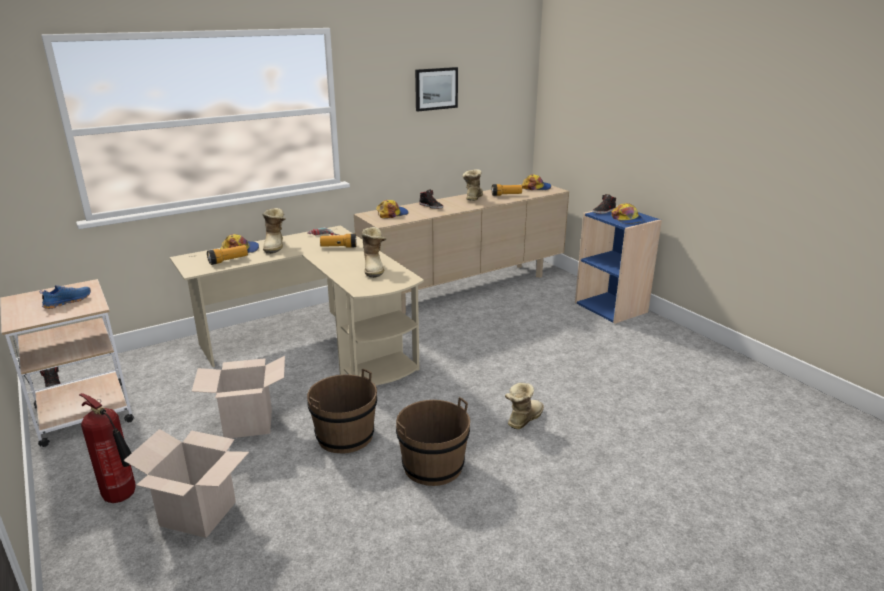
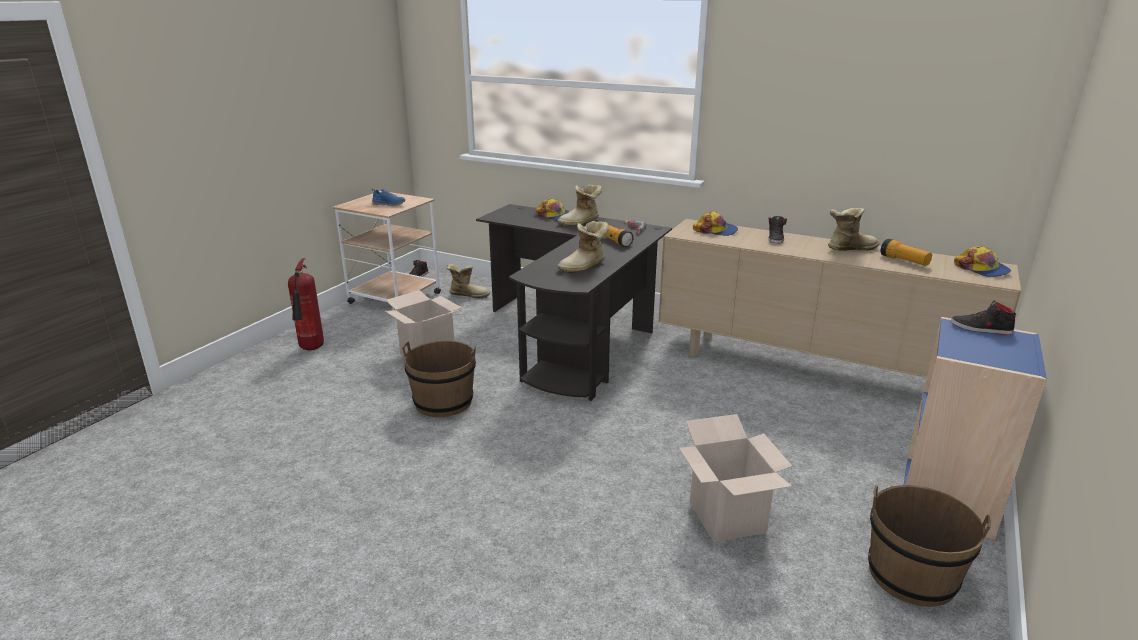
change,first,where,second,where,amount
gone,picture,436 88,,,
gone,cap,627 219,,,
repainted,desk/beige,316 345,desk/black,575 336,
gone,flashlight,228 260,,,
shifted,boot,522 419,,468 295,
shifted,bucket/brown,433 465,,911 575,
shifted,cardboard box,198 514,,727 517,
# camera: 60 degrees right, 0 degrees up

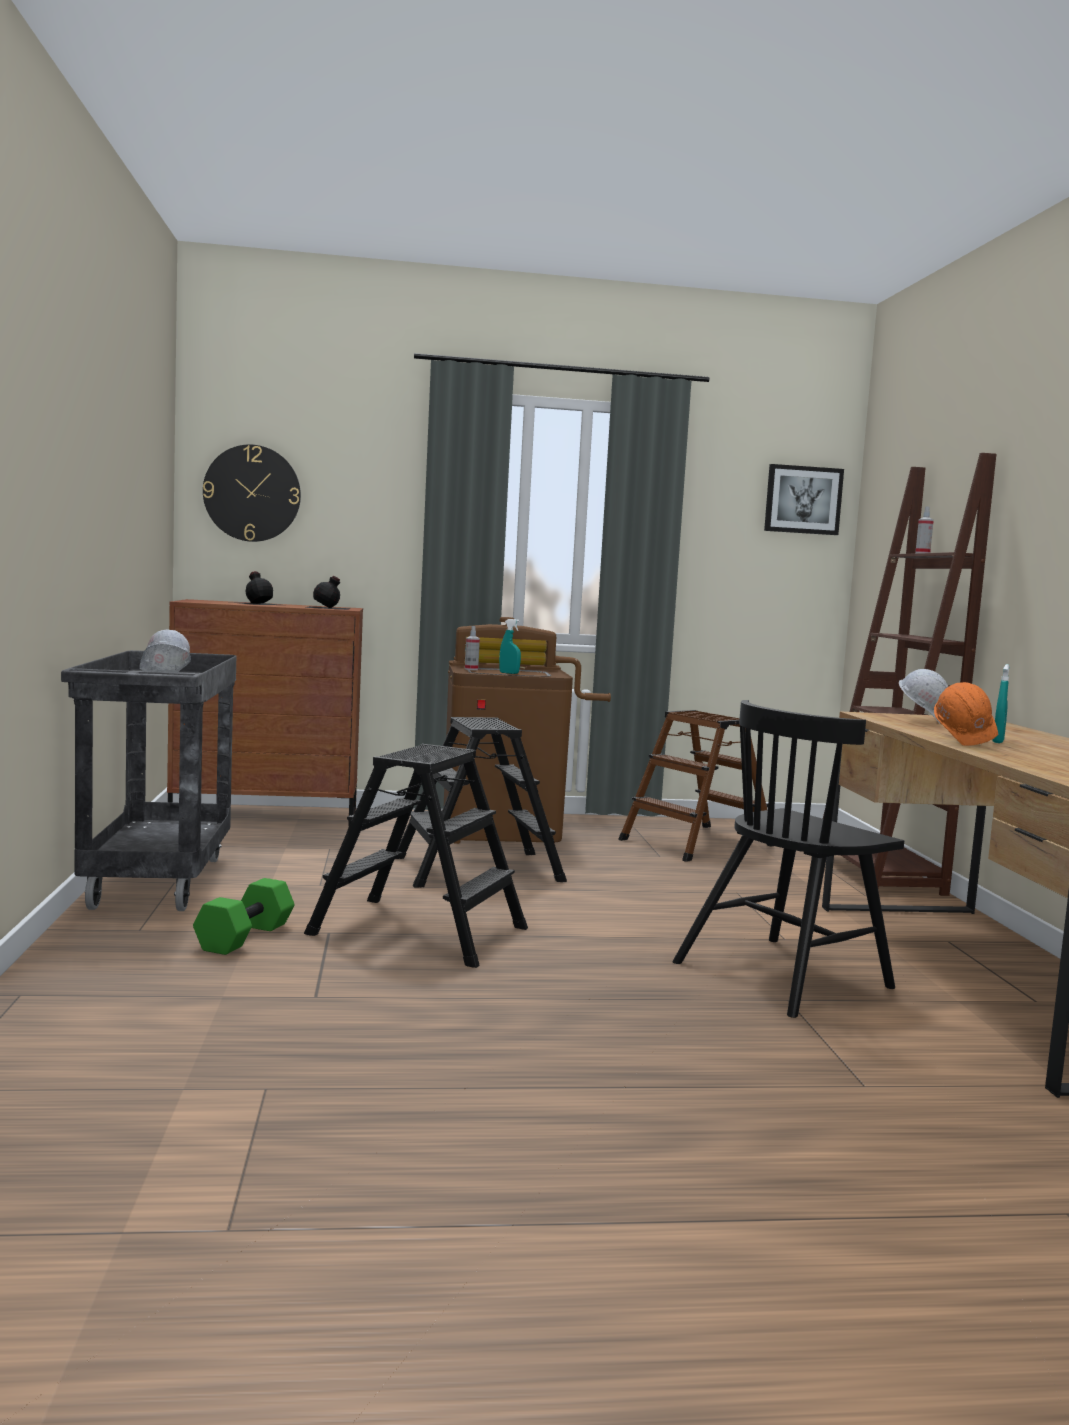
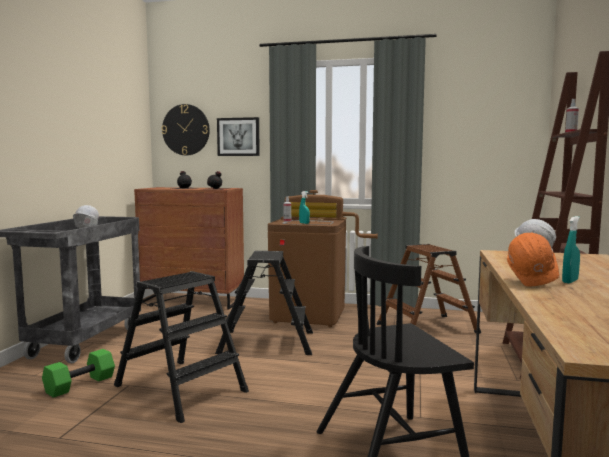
change,first,where,second,where,amount
shifted,picture,803 500,,238 137,
# camera: 20 degrees right, 0 degrees up

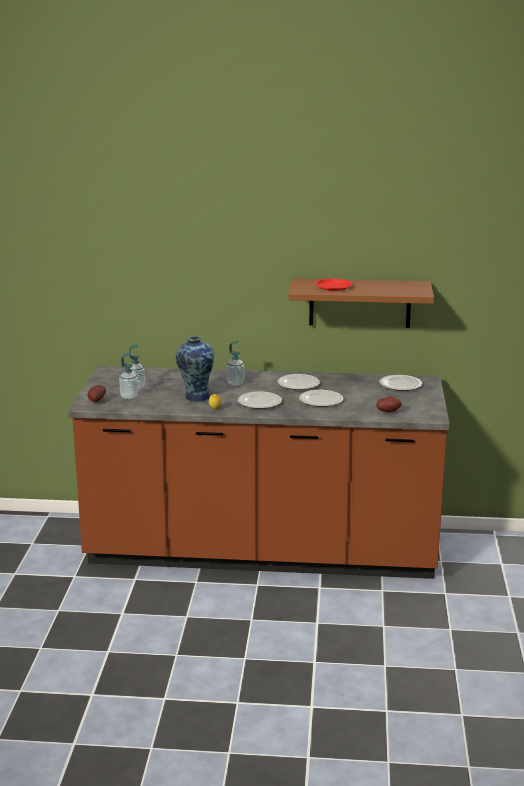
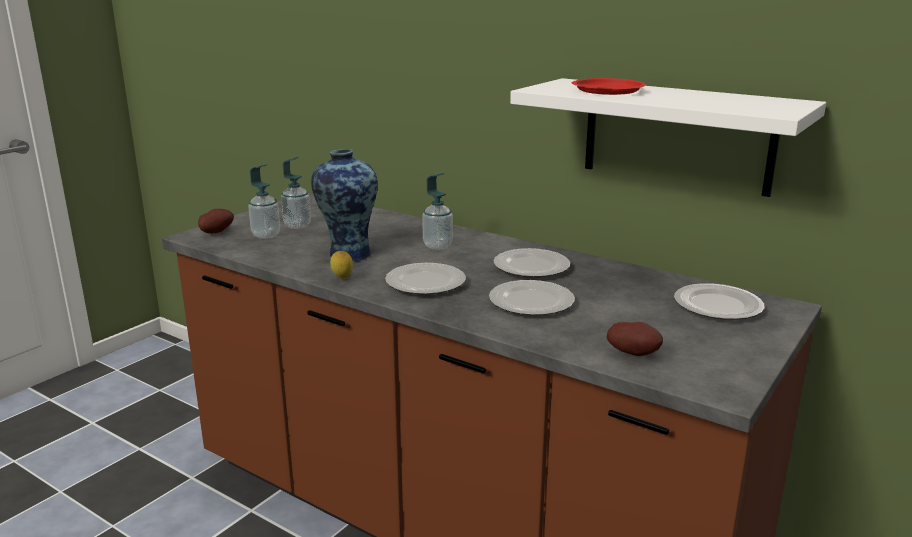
change,first,where,second,where,amount
repainted,shelf/brown,360 303,shelf/white,677 136,
# camera: 30 degrees right, 0 degrees up

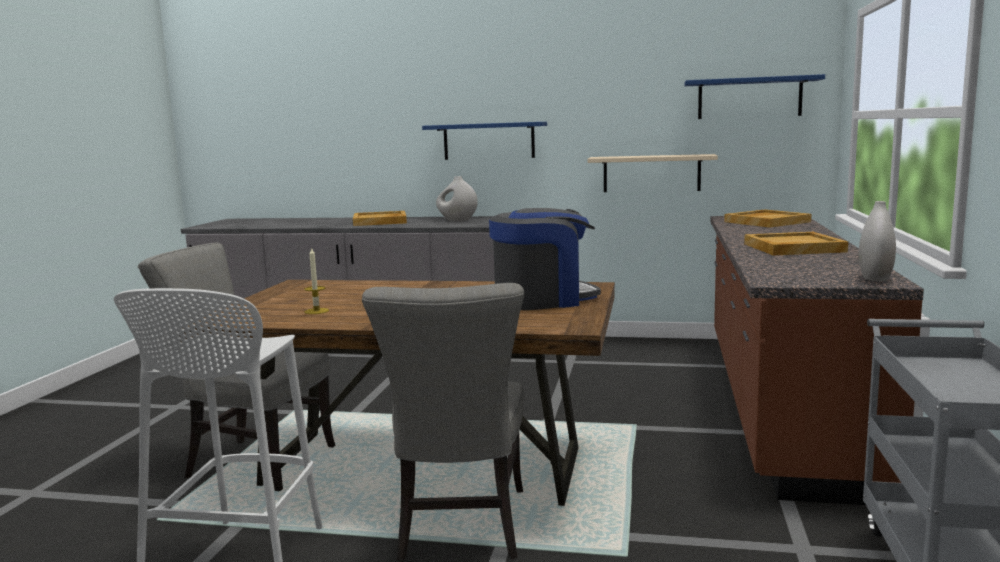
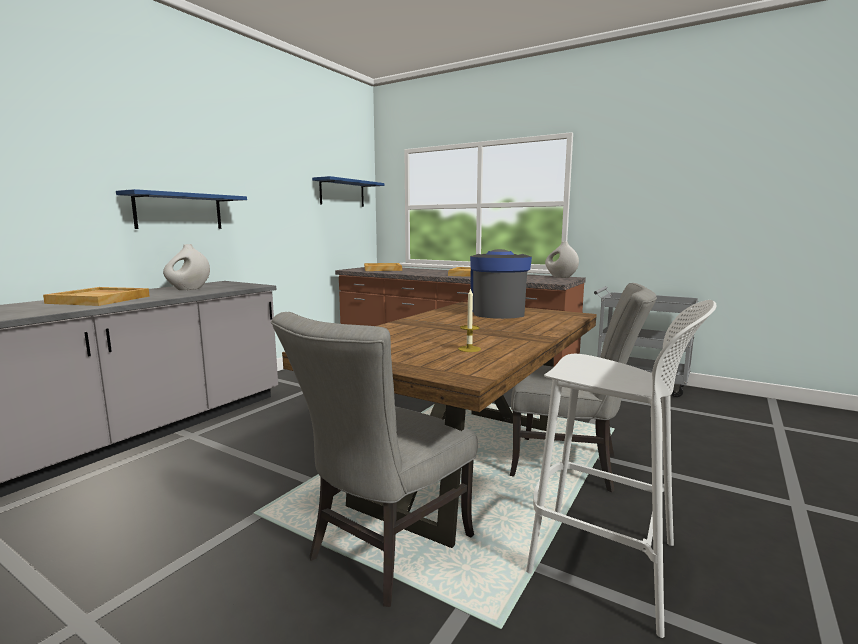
change,first,where,second,where,amount
gone,shelf/beige,651 173,,,
# camera: 70 degrees left, 0 degrees up

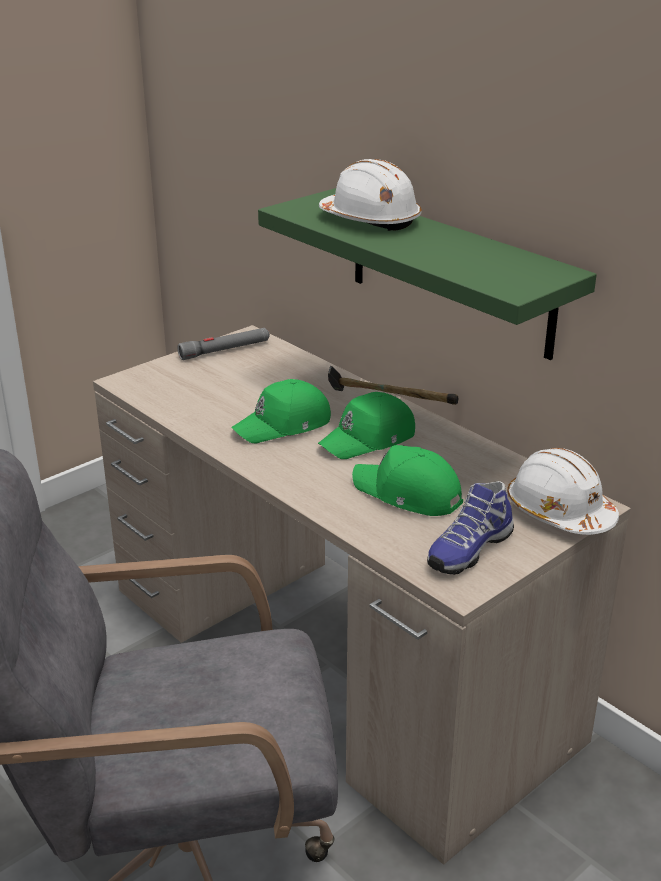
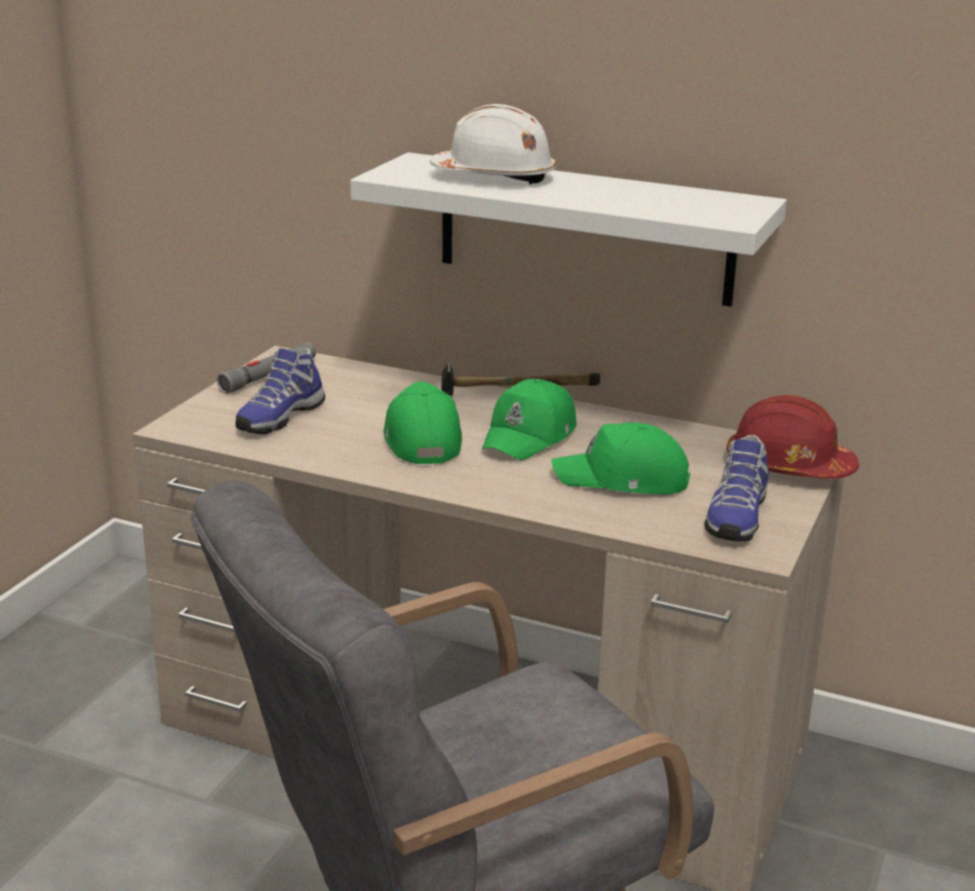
change,first,where,second,where,amount
repainted,shelf/green,450 272,shelf/white,585 229,
rotated,cap/green,284 425,,421 439,135 degrees clockwise
repainted,hard hat/white,559 512,hard hat/red,788 467,
new,,,shoe,279 417,
# camera: 25 degrees left, 5 degrees down

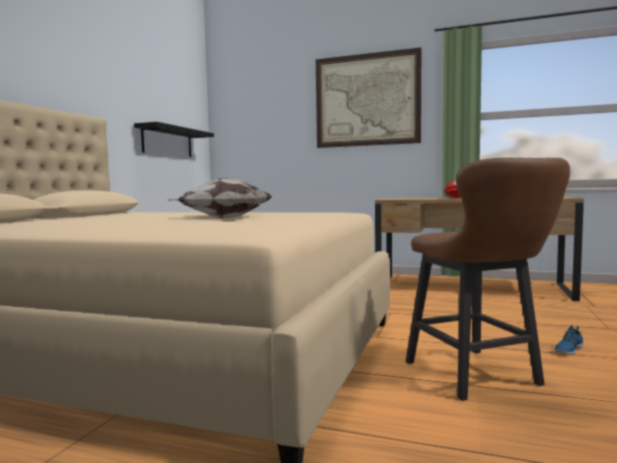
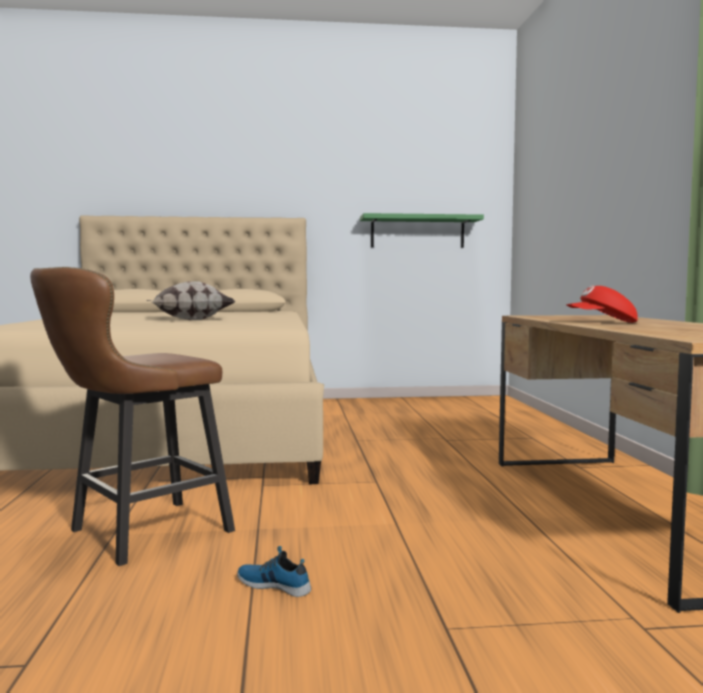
change,first,where,second,where,amount
gone,picture,367 100,,,
repainted,shelf/black,167 142,shelf/green,417 232,
# camera: 65 degrees right, 0 degrees up

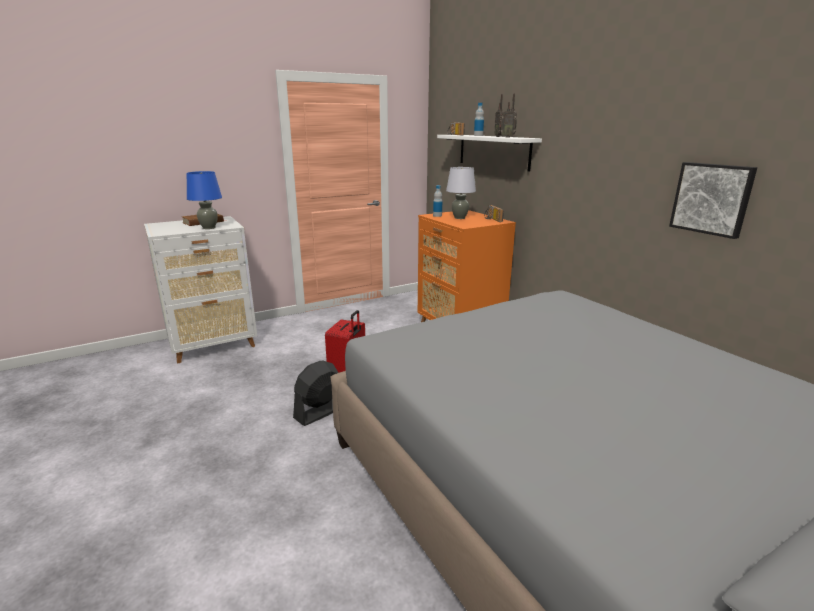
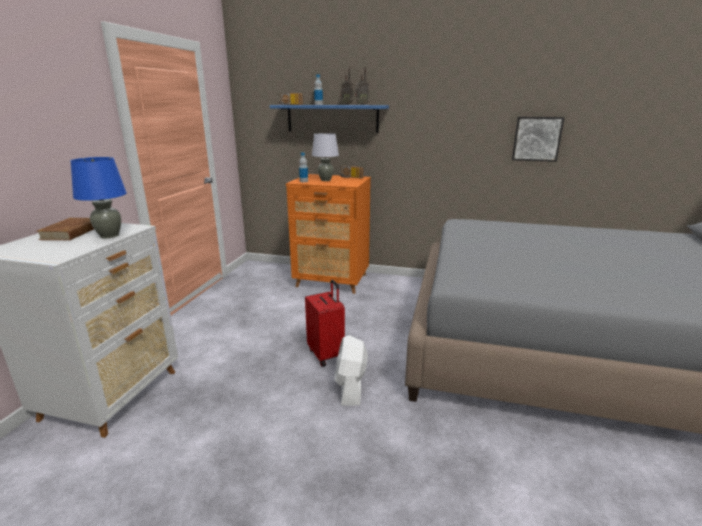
change,first,where,second,where,amount
repainted,shelf/white,493 151,shelf/blue,332 118,
repainted,fan/black,321 411,fan/white,350 387,
# camera: 45 degrees left, 0 degrees up

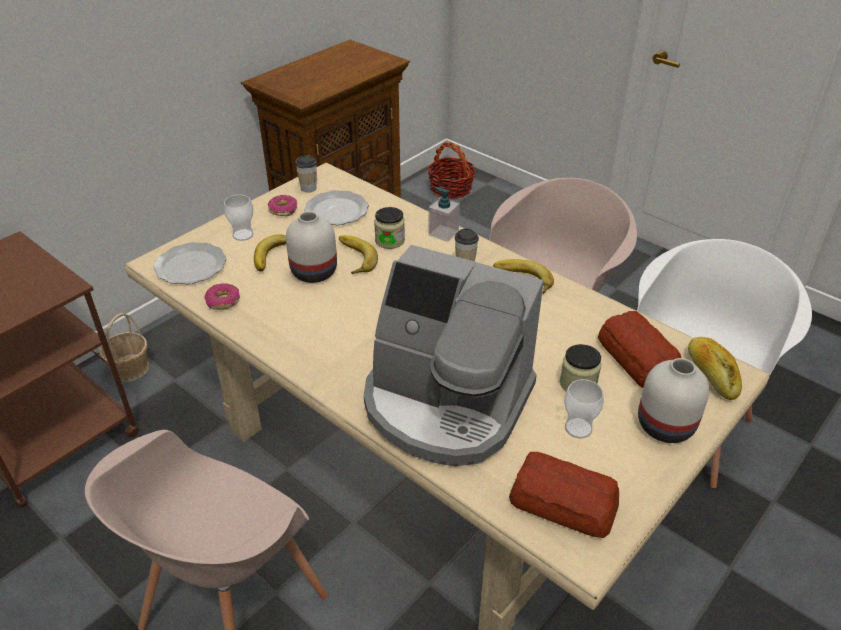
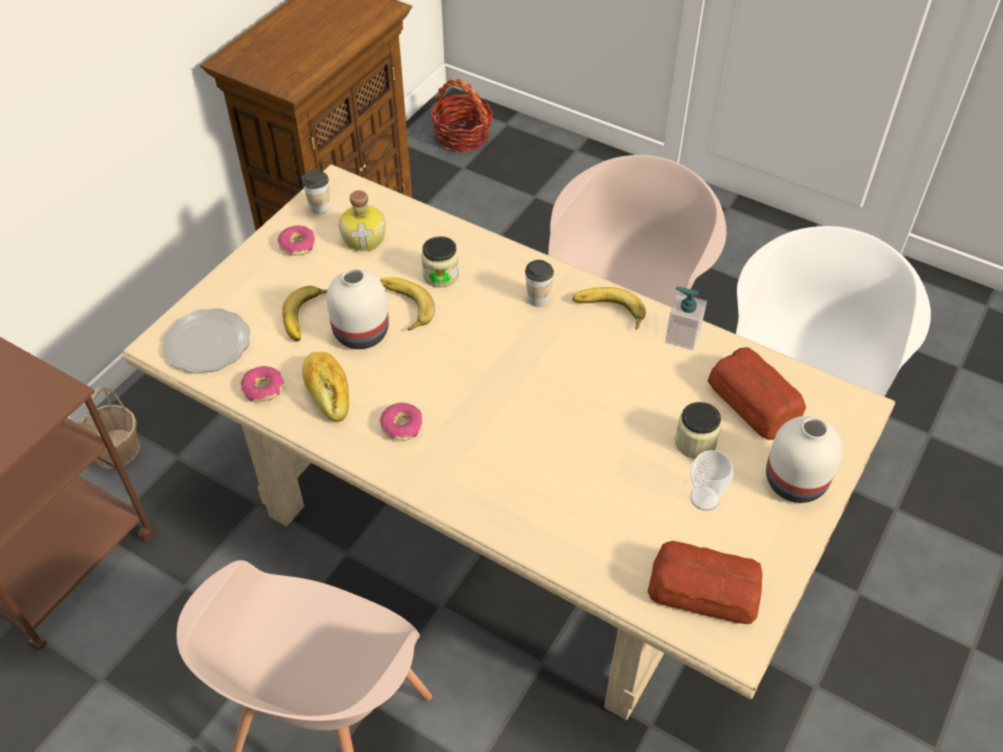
change,first,where,second,where,amount
shifted,soap dispenser,443 233,,682 336,
swapped,plate,337 210,bottle,365 237,
gone,cup,243 235,,,
gone,coffee machine,446 404,,,
shifted,bread,711 374,,328 392,
new,,,donut,402 426,
# camera: 10 degrees left, 10 degrees up

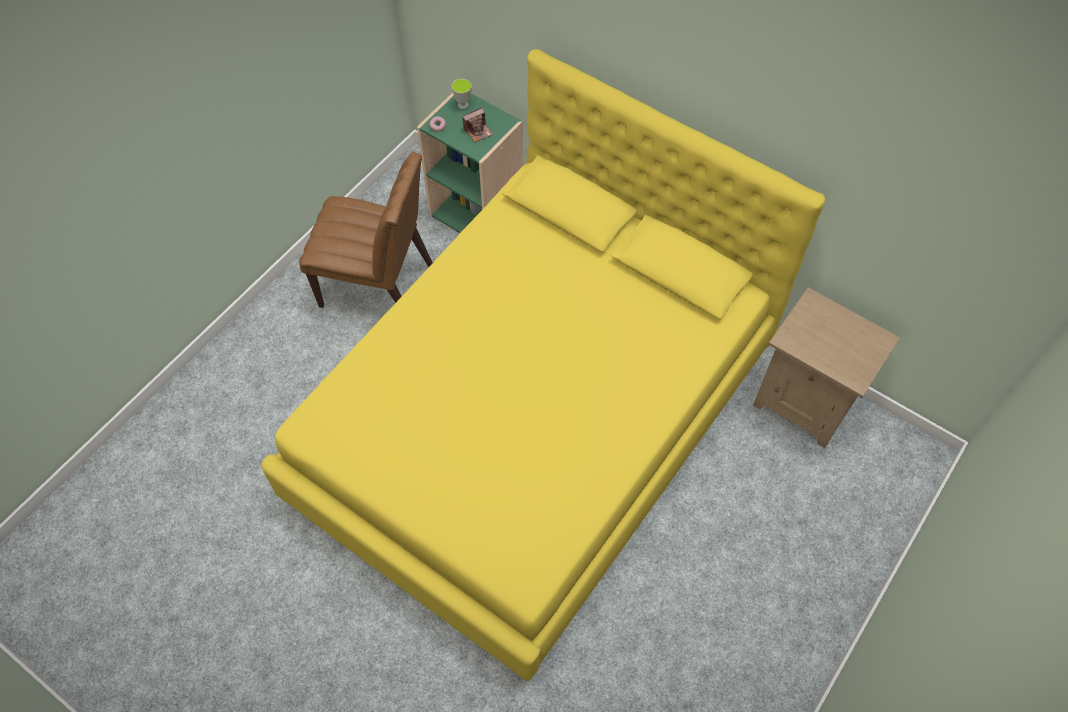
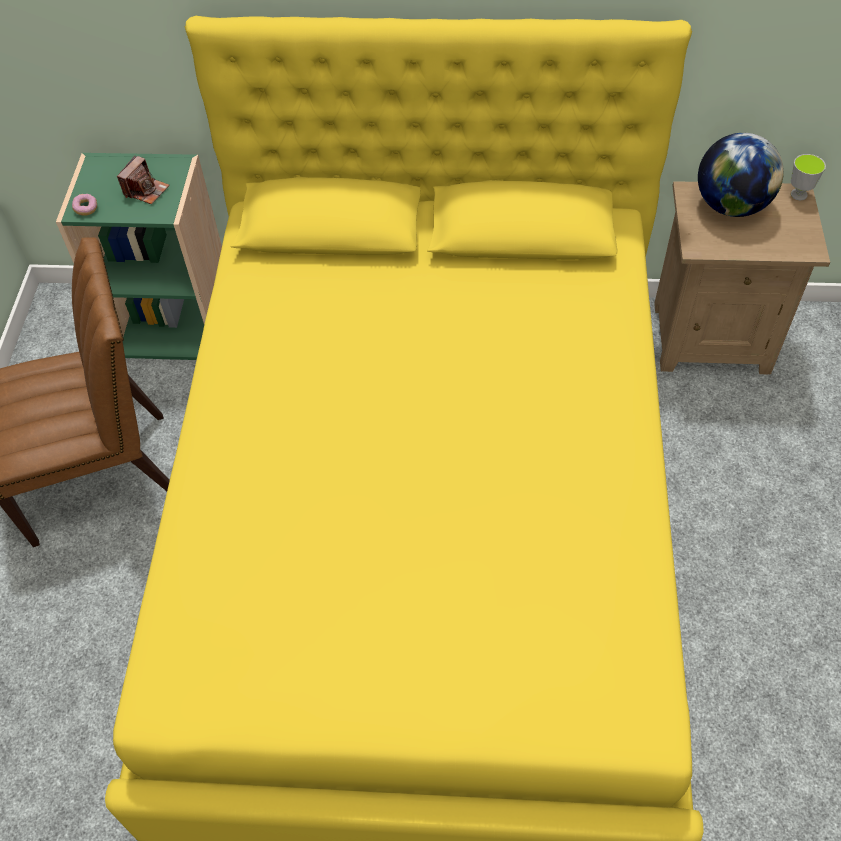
change,first,where,second,where,amount
shifted,cup,463 105,,798 194,
new,,,globe,731 205,
# camera: 30 degrees left, 5 degrees down

